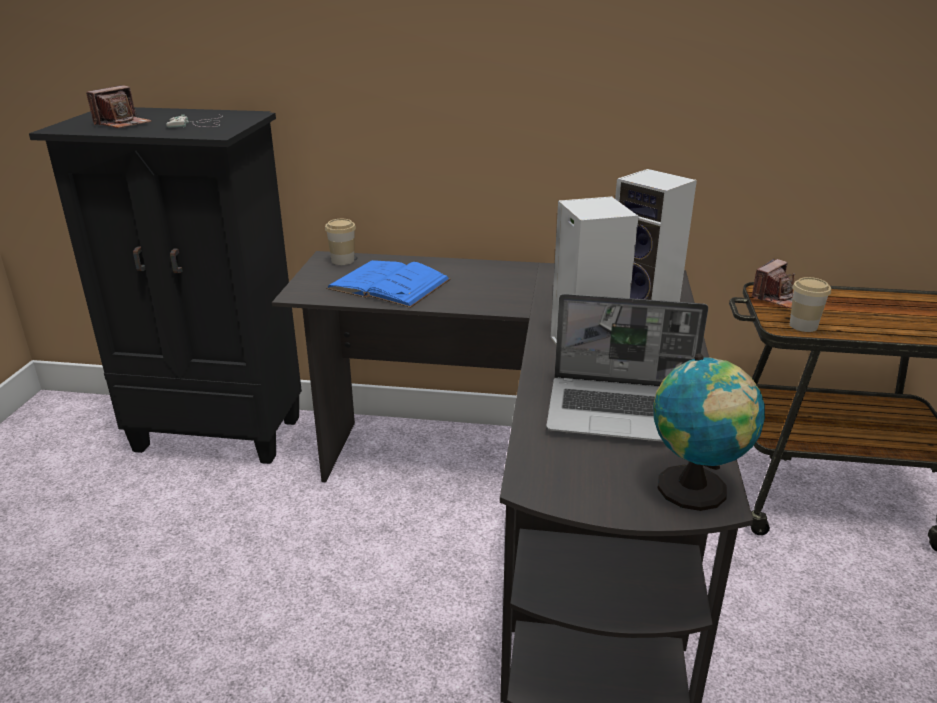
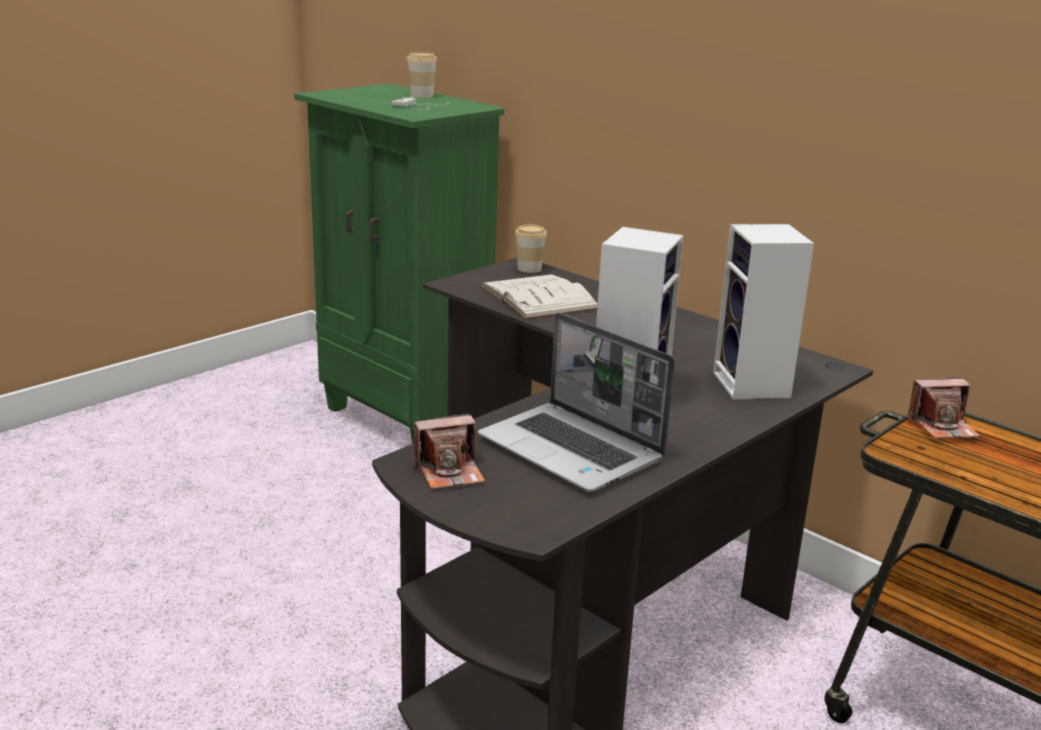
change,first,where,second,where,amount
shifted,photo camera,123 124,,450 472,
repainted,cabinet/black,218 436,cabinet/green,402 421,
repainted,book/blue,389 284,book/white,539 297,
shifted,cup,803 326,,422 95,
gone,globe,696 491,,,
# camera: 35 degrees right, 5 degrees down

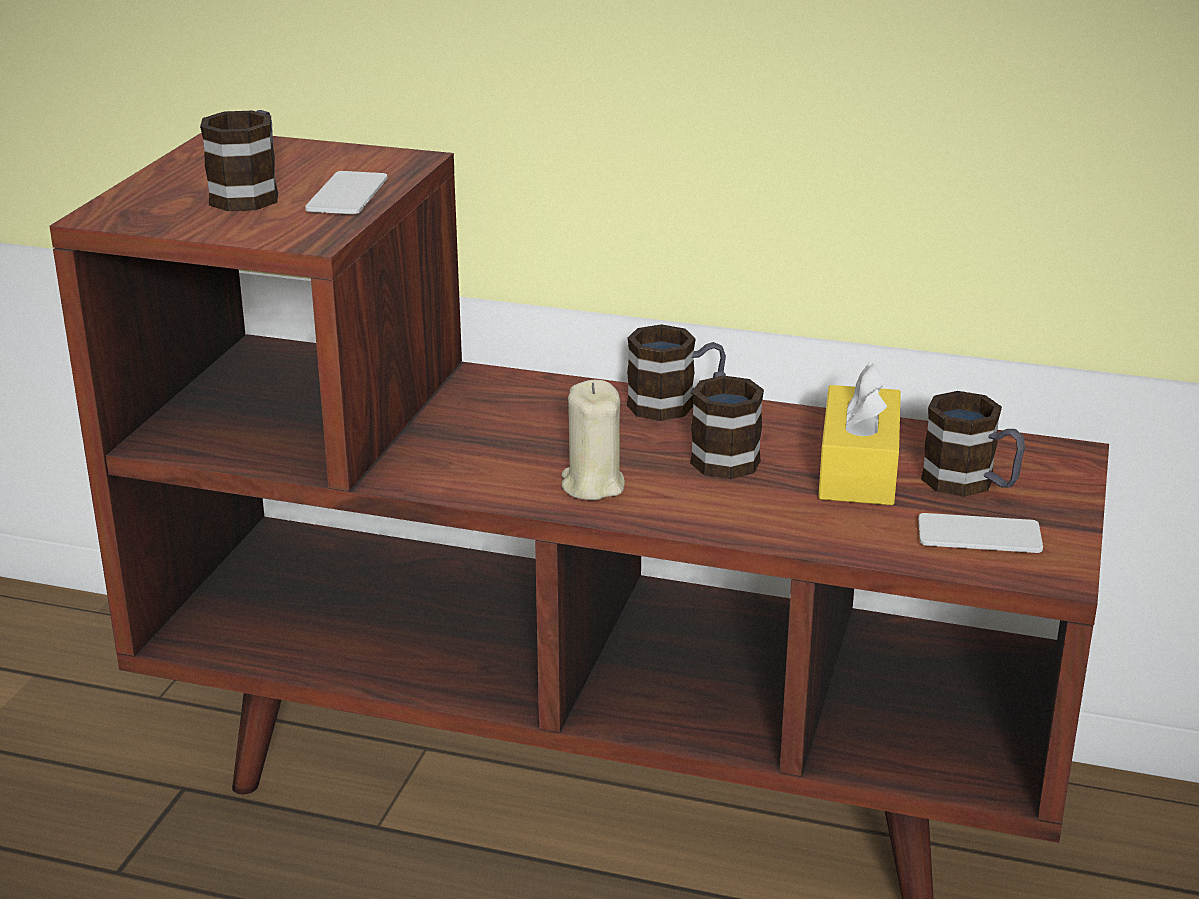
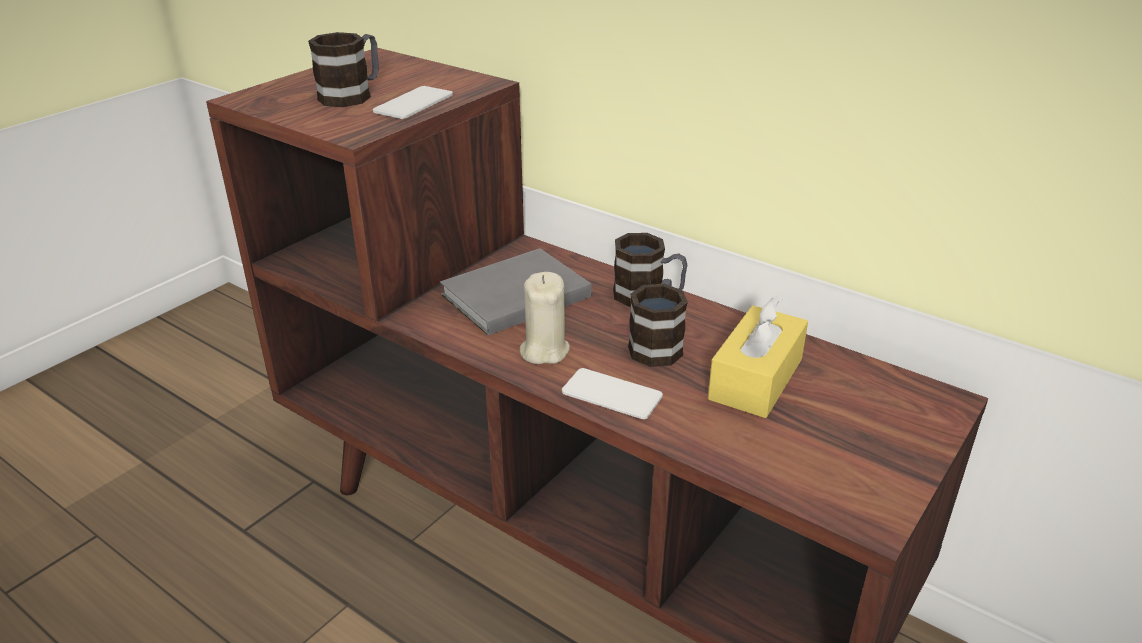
change,first,where,second,where,amount
gone,mug,970 484,,,
shifted,phone,979 535,,611 395,
new,,,book/grey,511 296,
# camera: 20 degrees right, 5 degrees up

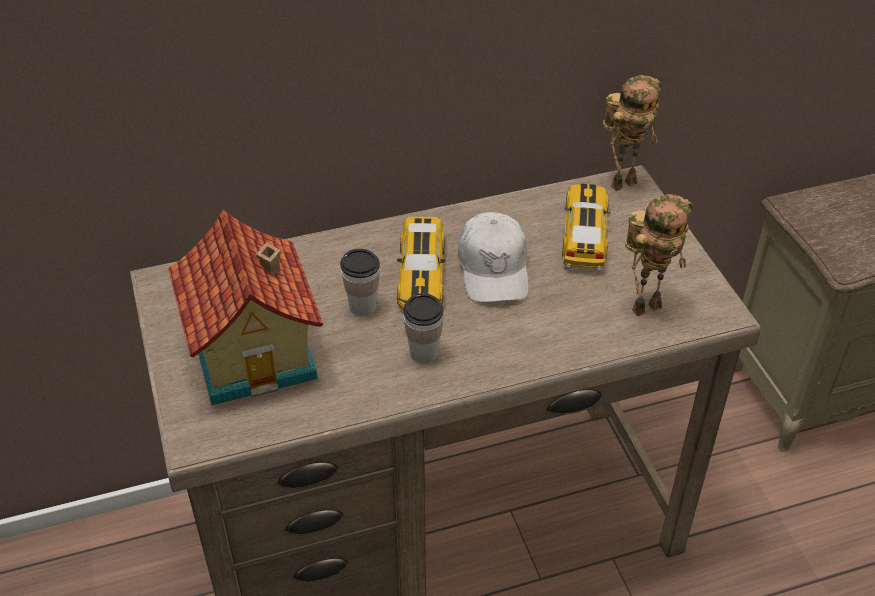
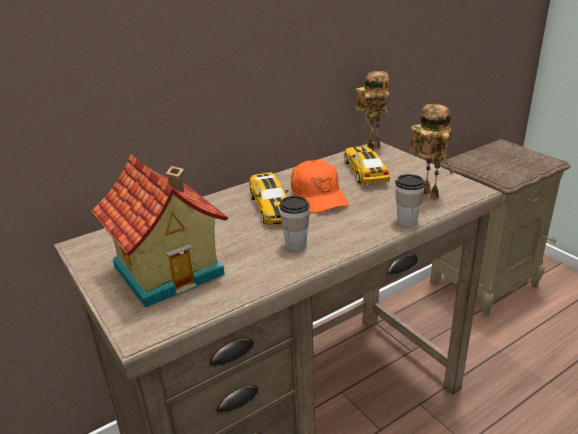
change,first,where,second,where,amount
rotated,toy robot,646 305,,426 195,75 degrees counterclockwise
repainted,cap/white,494 269,cap/orange,318 196,
shifted,cup,362 306,,407 221,
# camera: 15 degrees left, 15 degrees down

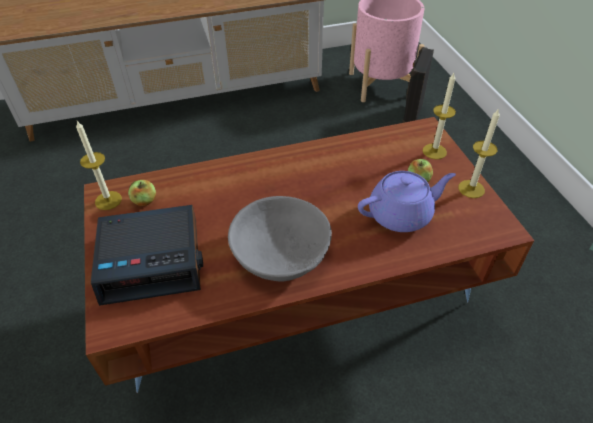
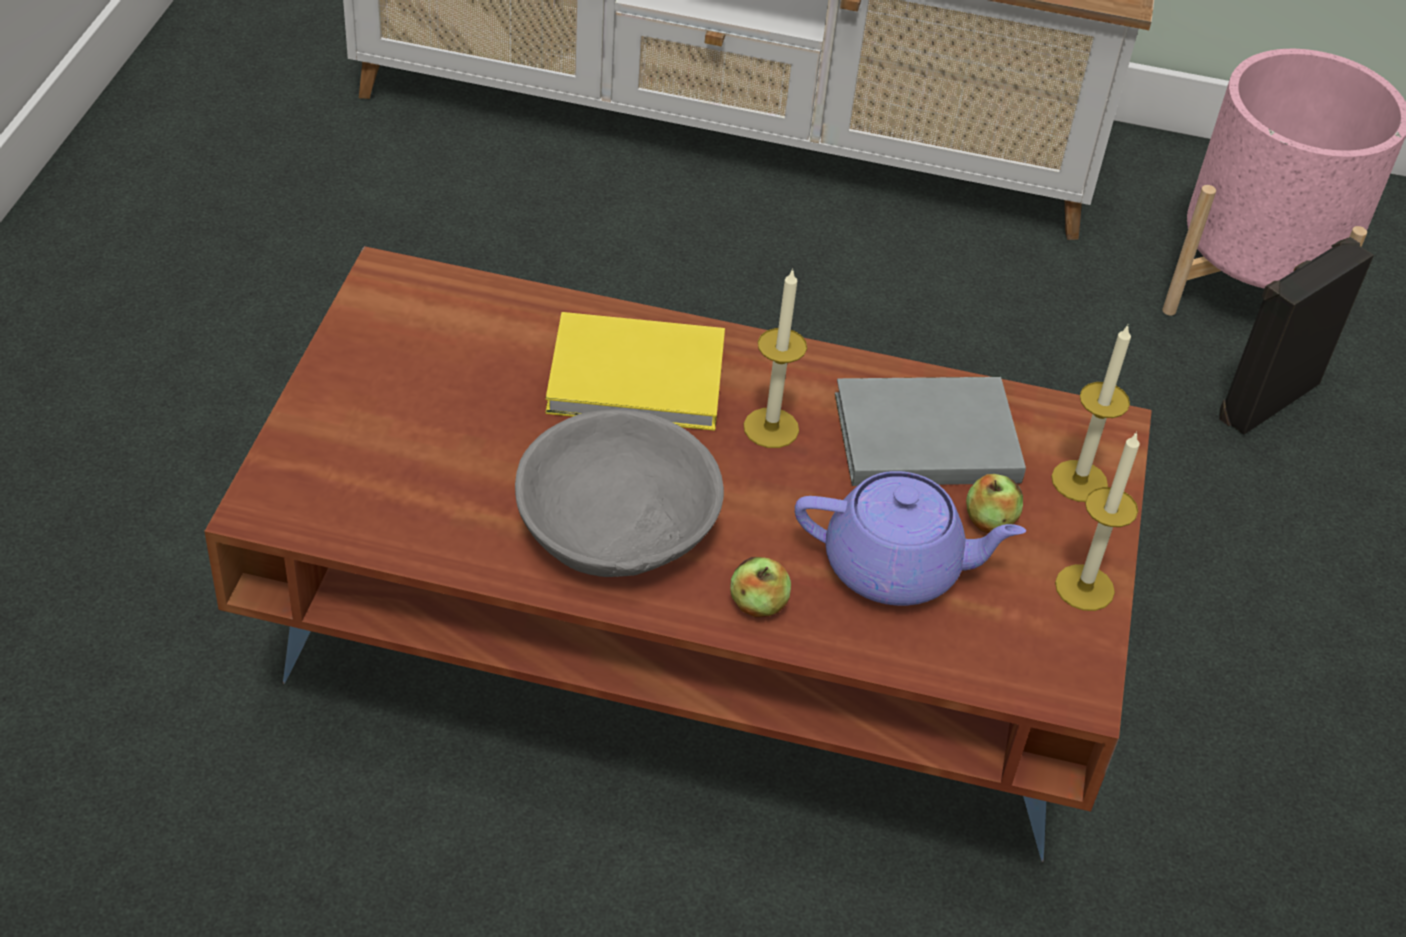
change,first,where,second,where,amount
shifted,candle,108 200,,771 428,
shifted,apple,144 201,,757 605,
gone,alarm clock,153 260,,,
new,,,book/yellow,641 380,
new,,,book/grey,921 436,
# camera: 25 degrees right, 0 degrees up

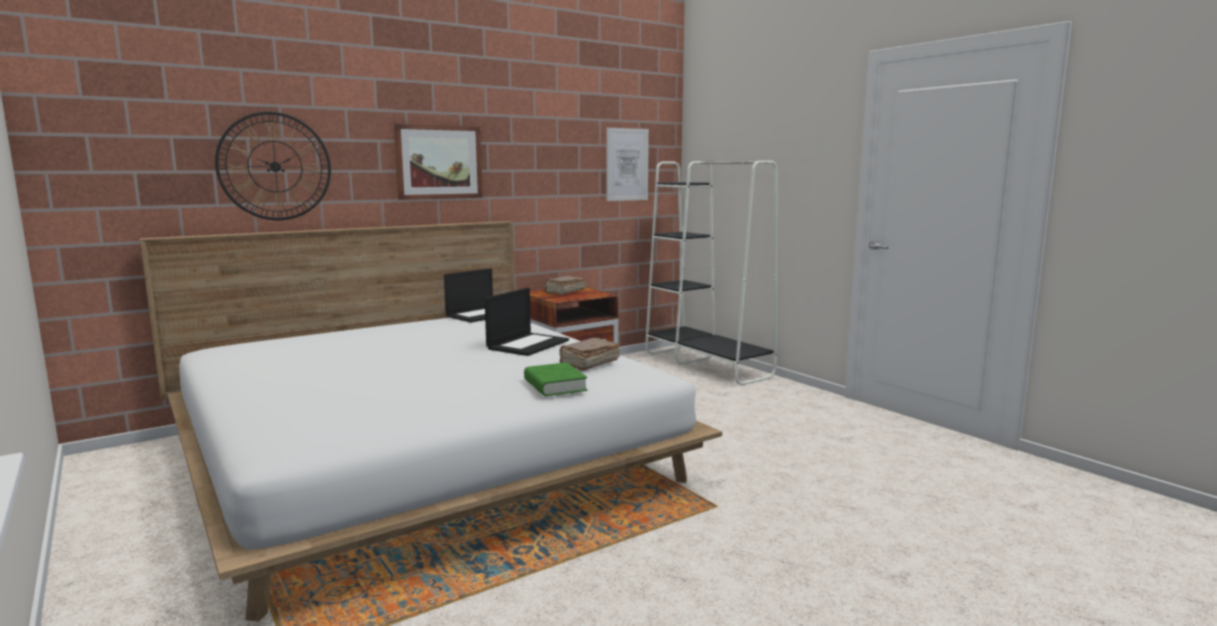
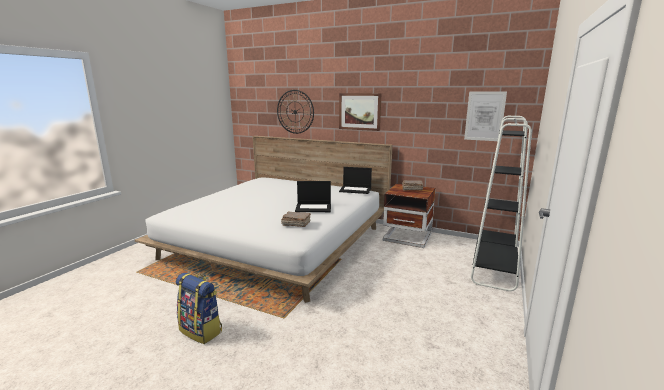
change,first,where,second,where,amount
gone,book/green,555 385,,,
new,,,backpack,201 330,
# camera: 60 degrees right, 5 degrees up

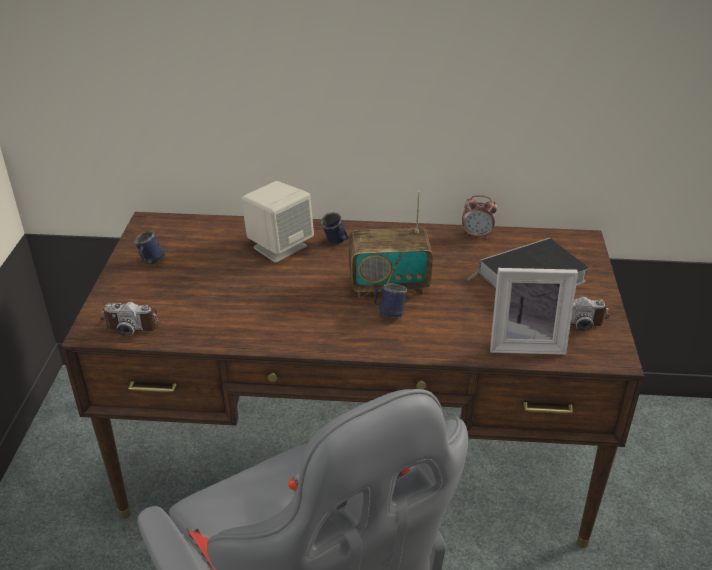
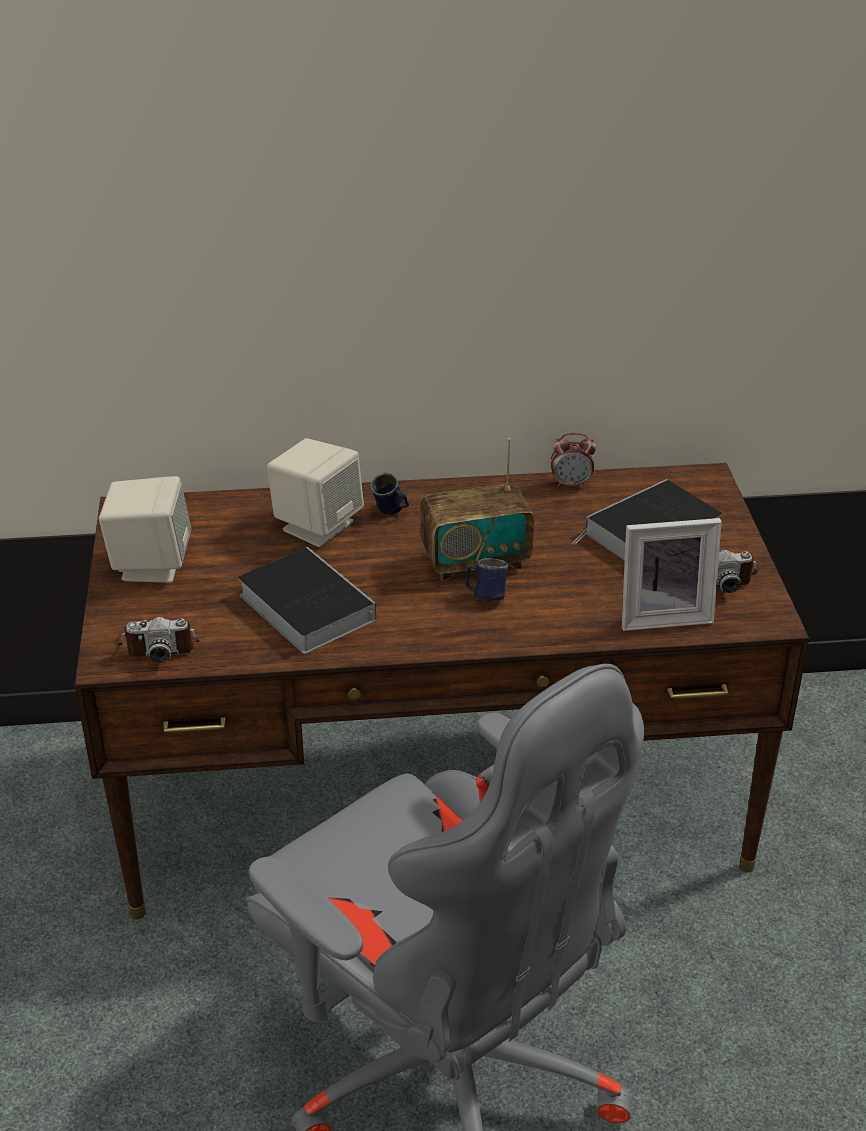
change,first,where,second,where,amount
swapped,mug/blue,150 263,speaker/beige,151 564,
new,,,book,303 605,
# camera: 10 degrees left, 0 degrees up

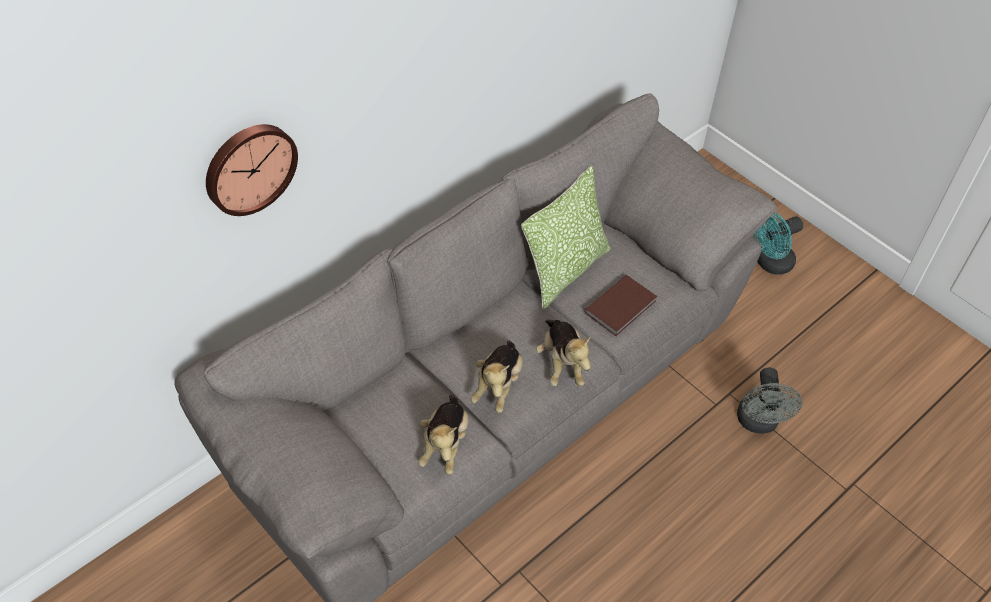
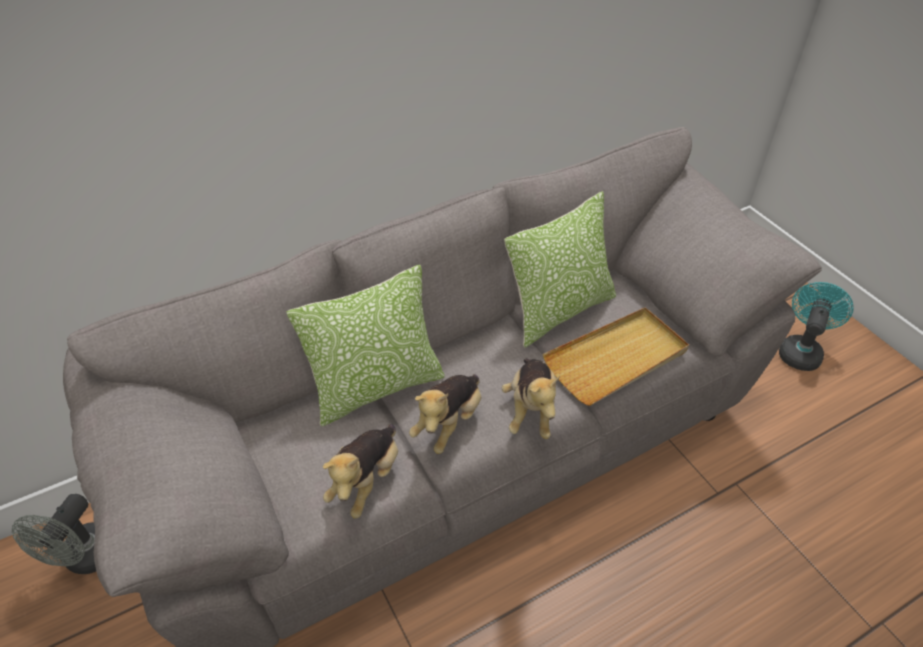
change,first,where,second,where,amount
gone,wall clock,249 167,,,
rotated,fan/turquoise,769 263,,800 351,135 degrees clockwise
swapped,book/brown,622 307,tray/beige,616 359,
shifted,fan/grey,758 423,,85 559,
new,,,pillow,376 387,
# camera: 15 degrees right, 5 degrees down

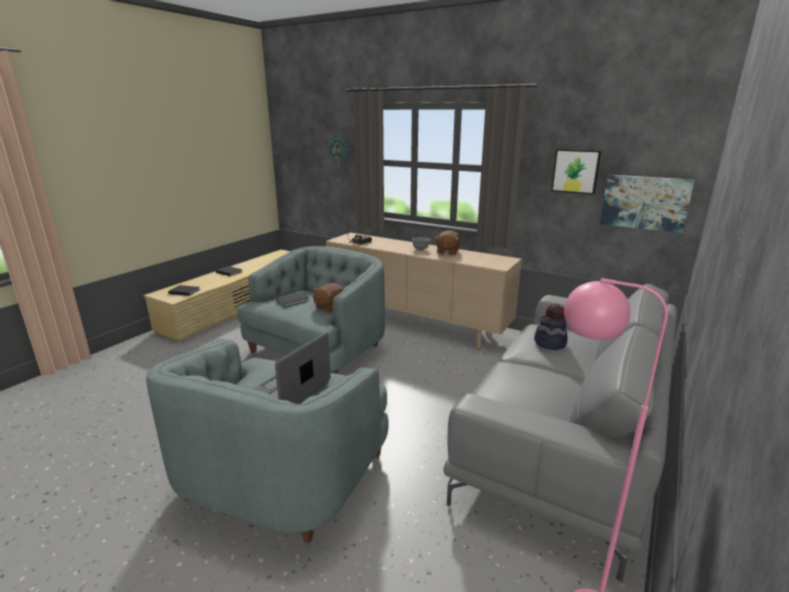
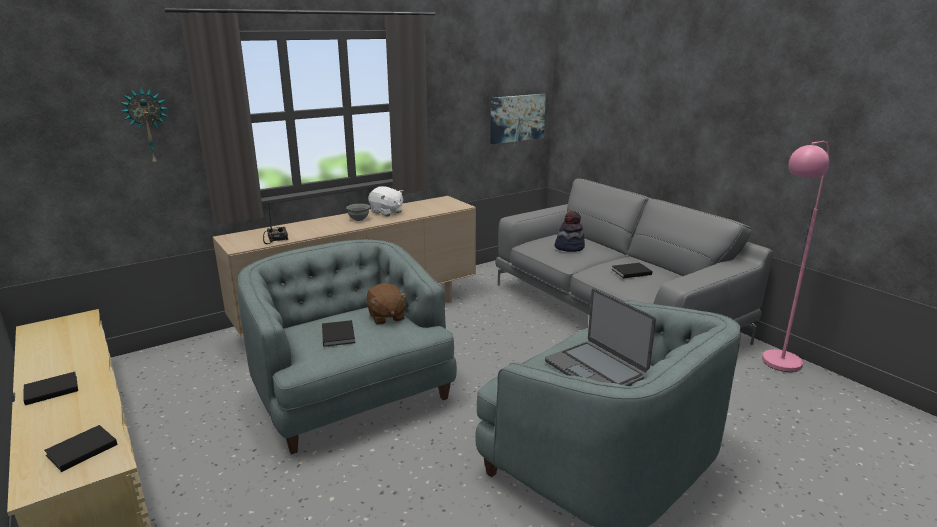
change,first,where,second,where,amount
gone,picture,575 171,,,
repainted,plush toy/brown,447 252,plush toy/white,386 212,
new,,,book/black,630 272,
# camera: 65 degrees left, 0 degrees up

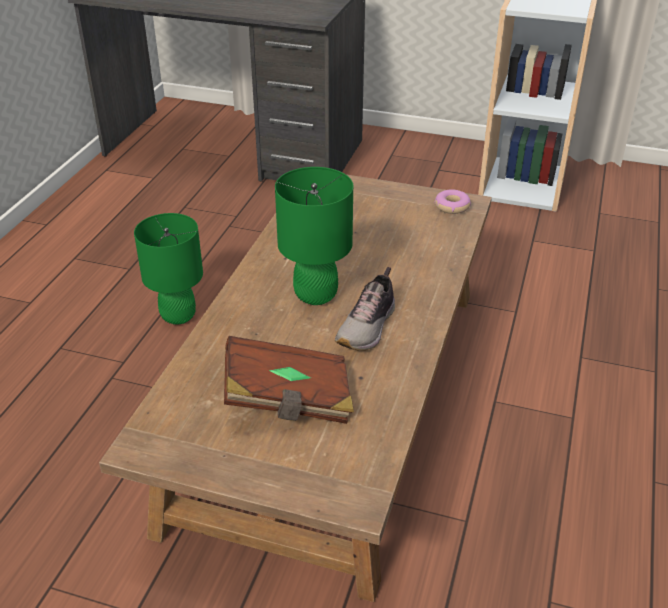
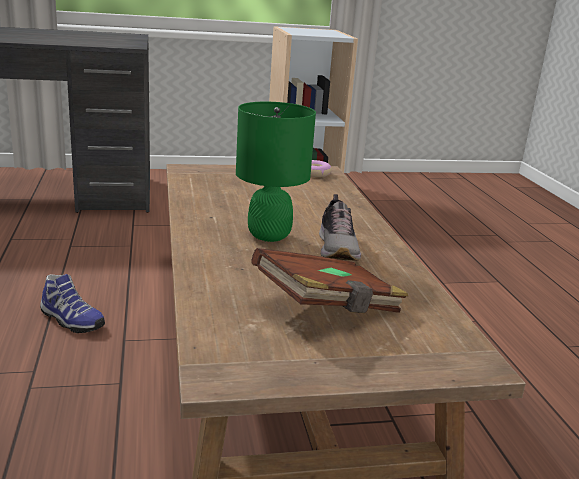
change,first,where,second,where,amount
swapped,table lamp/green,179 316,shoe,70 321,
# camera: 30 degrees left, 15 degrees down

